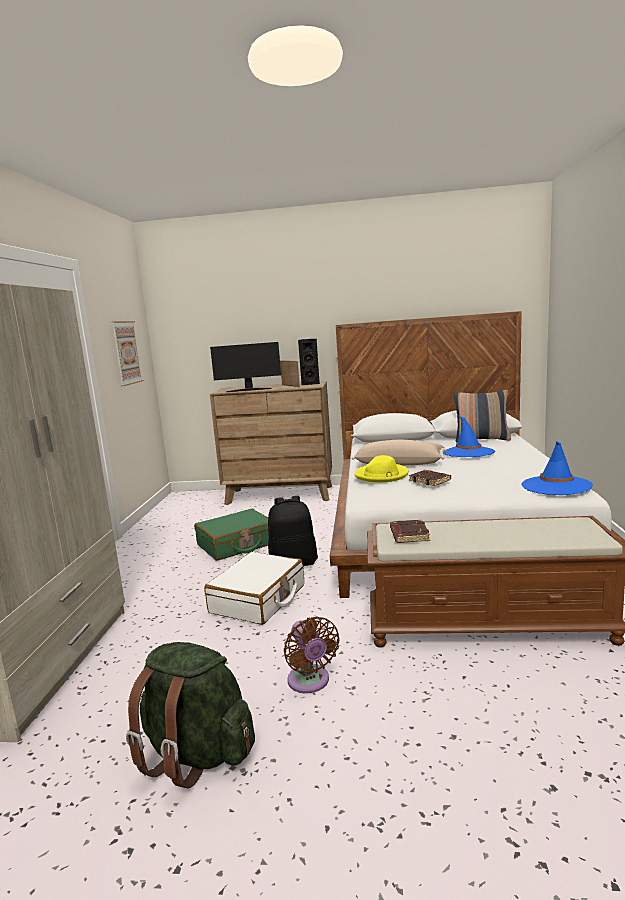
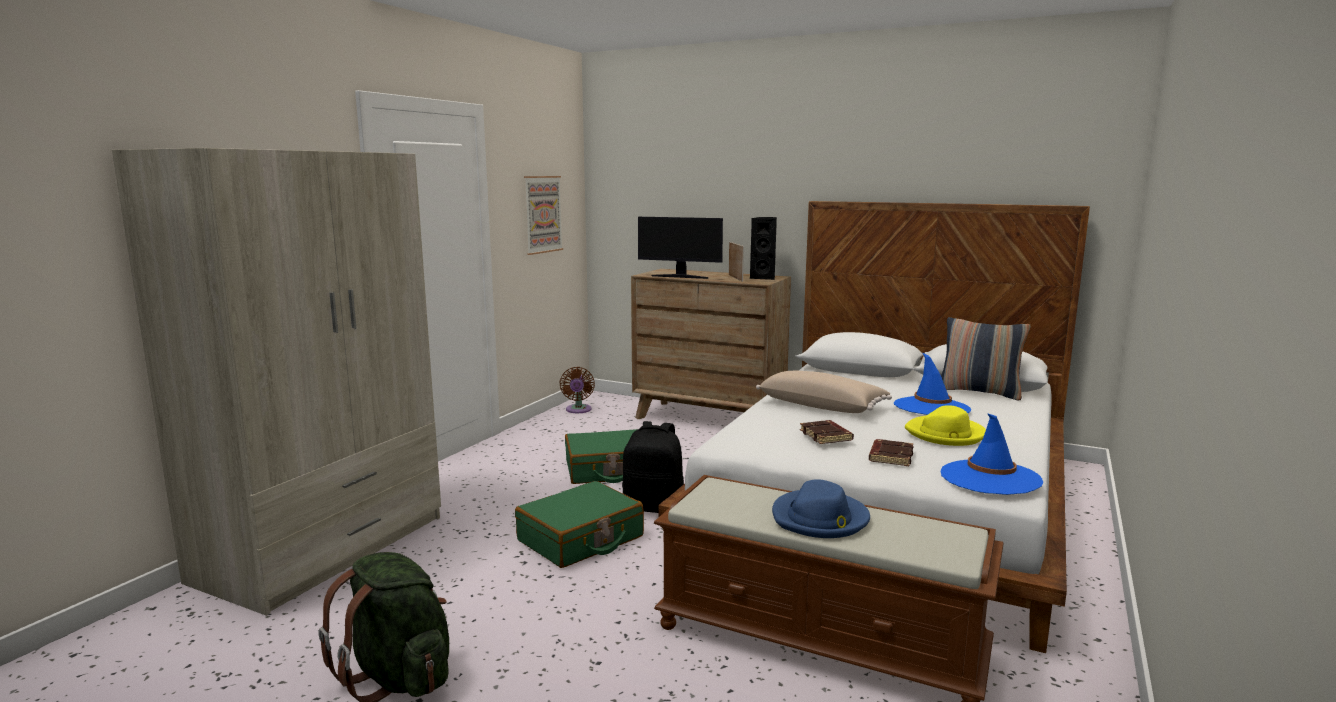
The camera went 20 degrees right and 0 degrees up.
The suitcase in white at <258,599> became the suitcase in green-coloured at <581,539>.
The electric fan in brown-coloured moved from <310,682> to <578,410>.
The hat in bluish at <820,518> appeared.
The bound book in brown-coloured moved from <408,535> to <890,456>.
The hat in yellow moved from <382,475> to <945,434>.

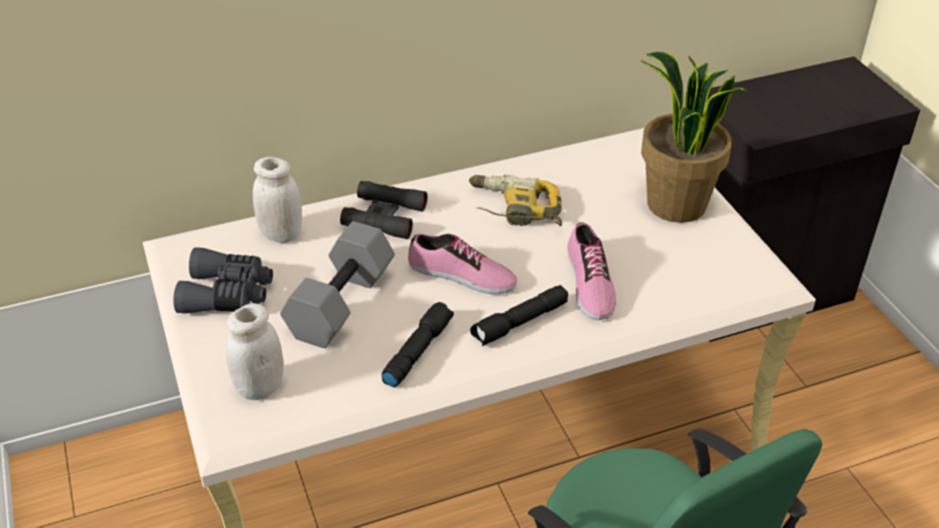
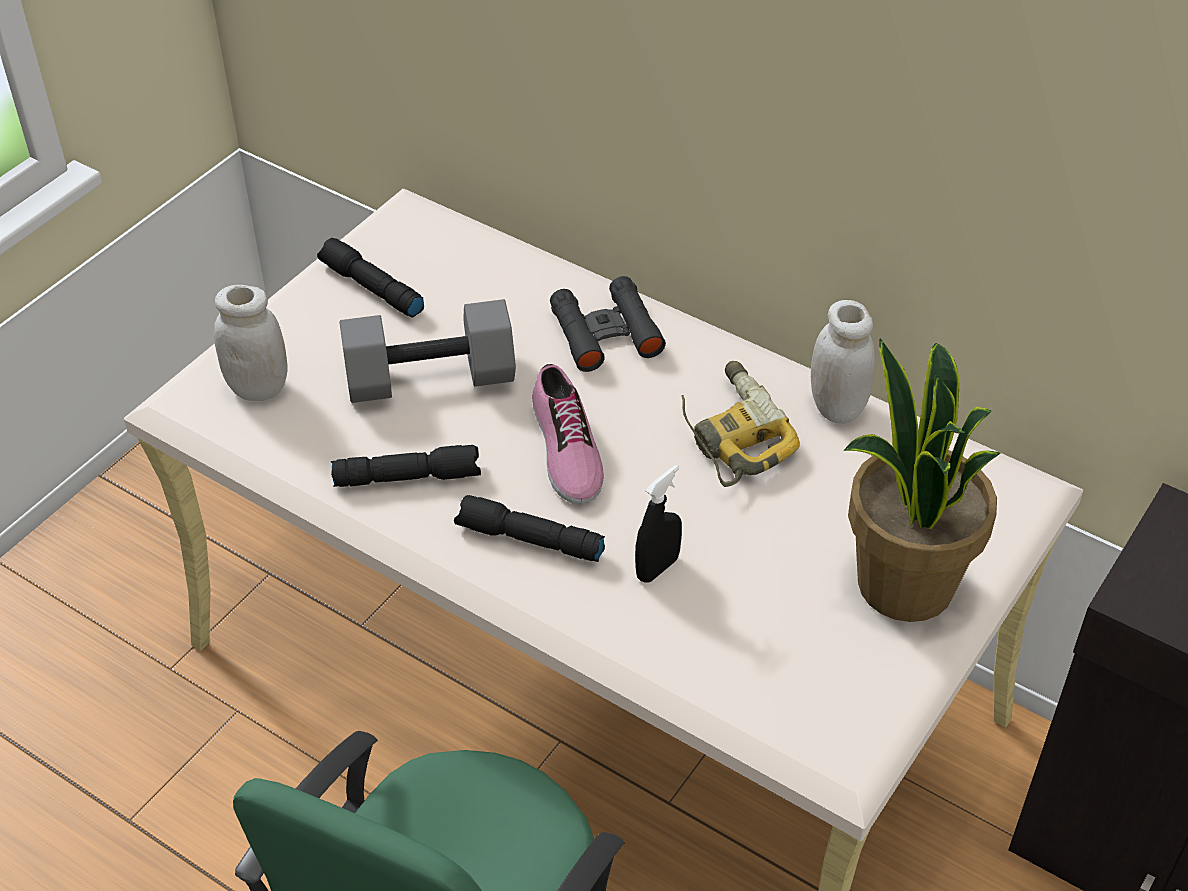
The camera went 55 degrees right and 5 degrees up.
The pair of binoculars in grey at <228,294> was replaced by the flashlight in blackish at <370,288>.
The item of footwear at <588,283> was replaced by the spray bottle in blackish at <657,568>.
The jar in white moved from <281,234> to <837,407>.

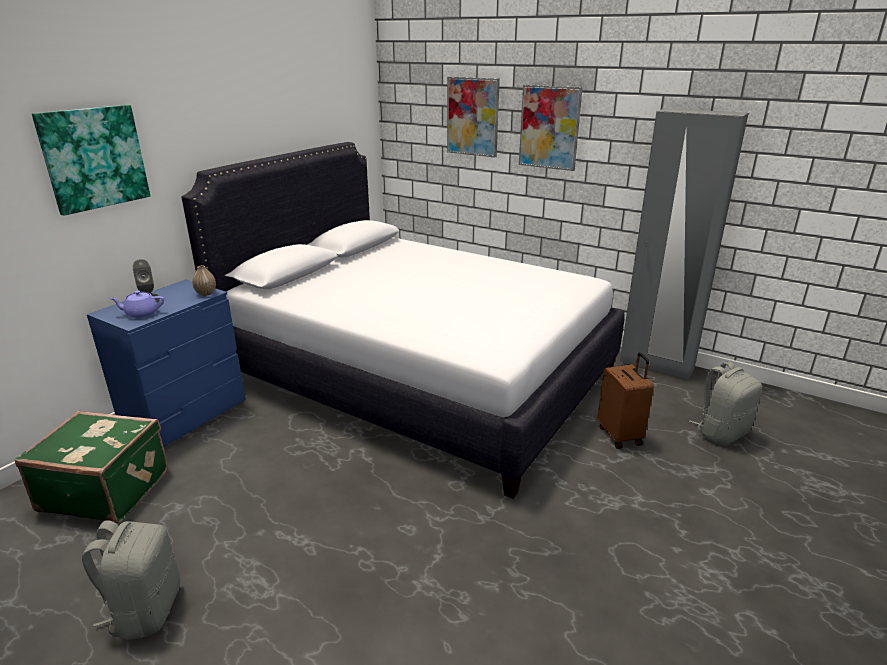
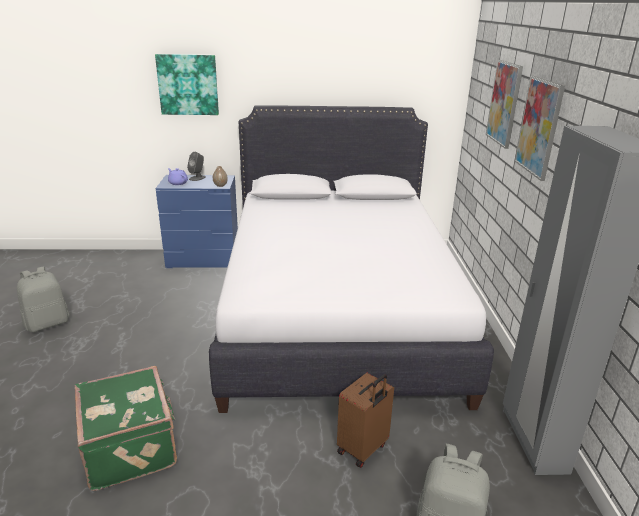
The camera went 55 degrees right and 0 degrees up.
The suitcase in green-coloured moved from <106,489> to <132,447>.

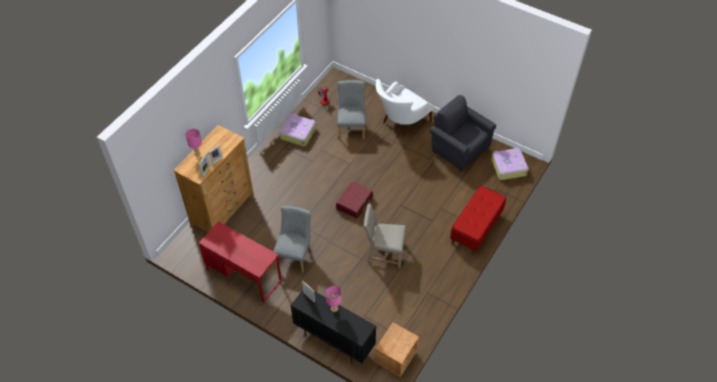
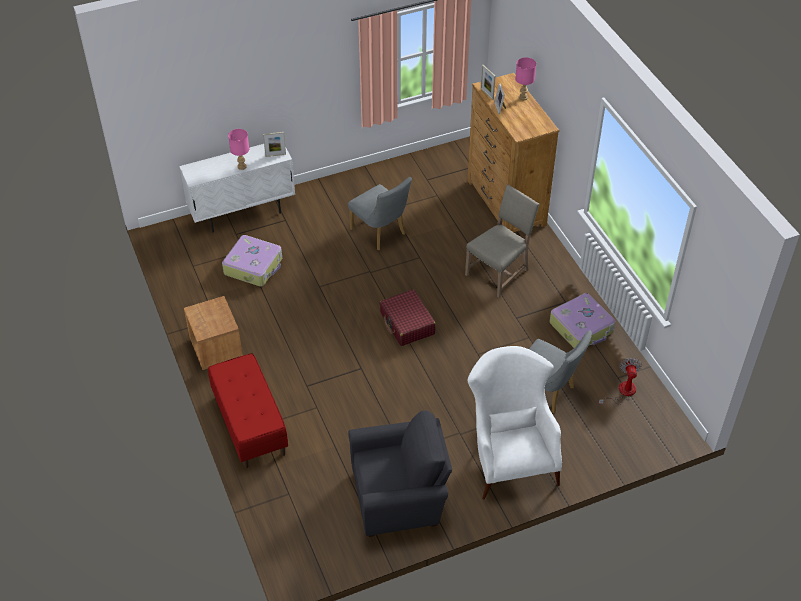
The camera went 125 degrees right and 5 degrees down.
The cabinet in blackish at <334,340> became the cabinet in white at <243,213>.
The nightstand in brown-coloured moved from <395,358> to <216,349>.
The suitcase moved from <508,167> to <254,266>.
The upright chair in beige moved from <384,252> to <499,272>.
The desk in reddish at <244,274> disappeared.

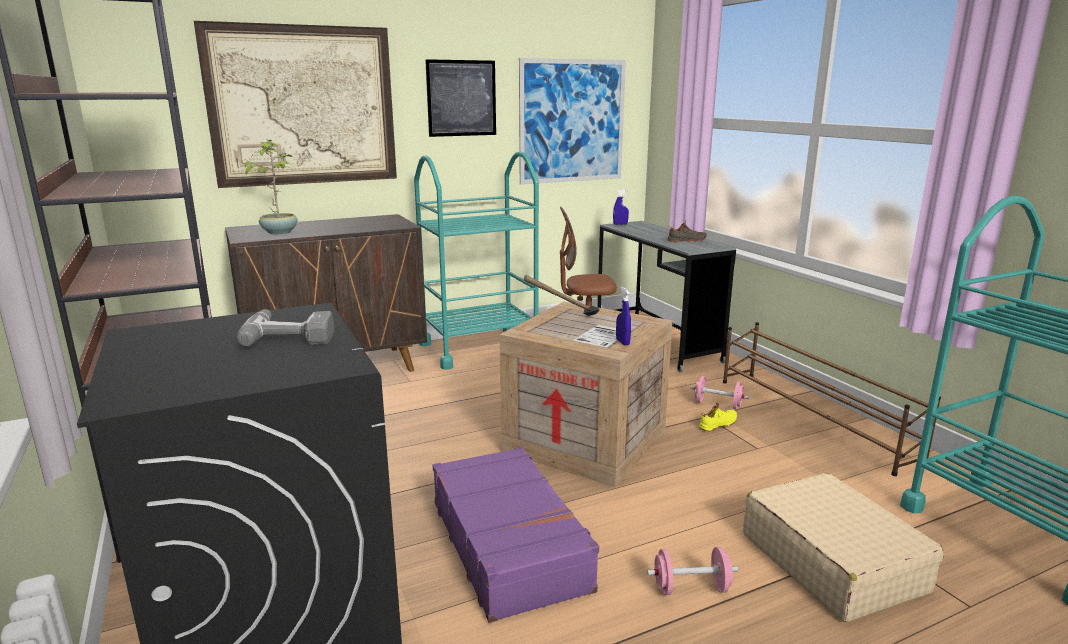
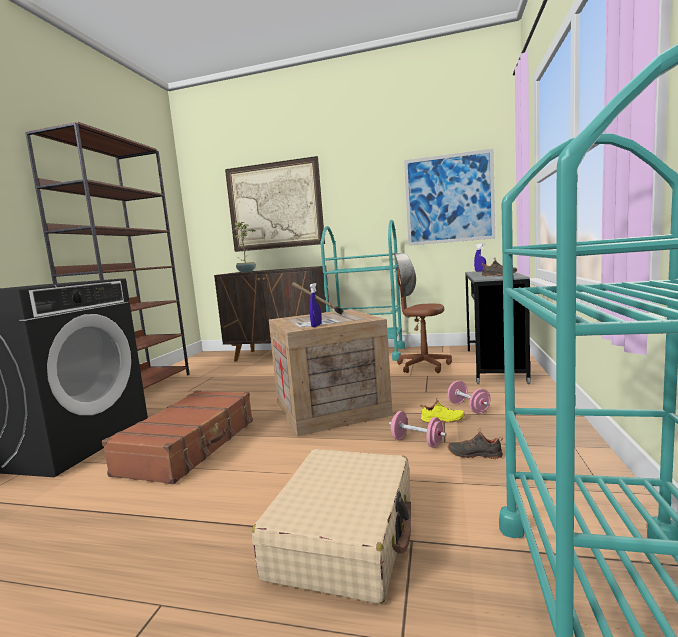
The camera went 40 degrees right and 10 degrees down.
The suitcase in purple-coloured at <509,544> became the suitcase in brown-coloured at <190,446>.
The dumbbell in pink-coloured moved from <691,588> to <417,442>.
The item of footwear in blackish at <474,454> appeared.
The drill at <291,335> disappeared.
The wall picture at <461,98> disappeared.
The shoe stand in brown-coloured at <812,419> disappeared.

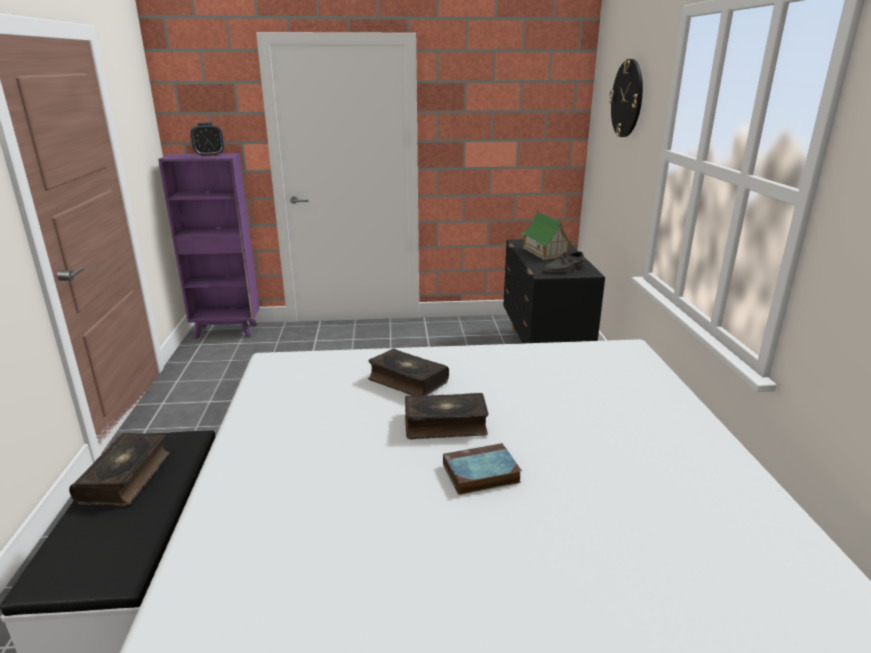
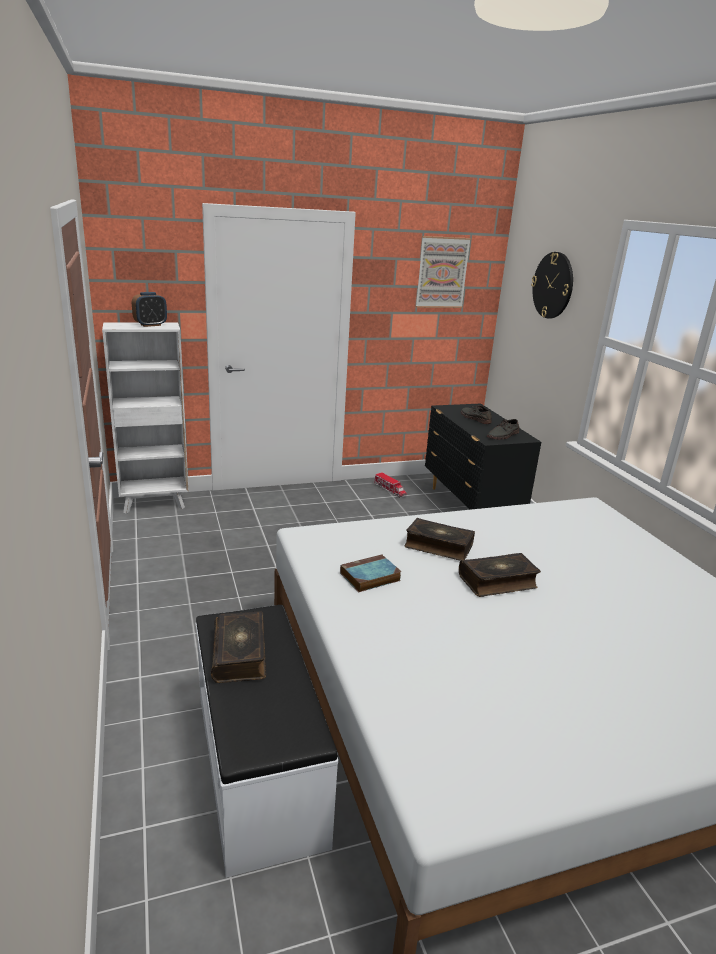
The camera went 15 degrees left and 0 degrees up.
The shelving unit in purple-coloured at <227,331> became the shelving unit in white at <155,503>.
The bound book moved from <479,474> to <369,577>.
The toy truck at <390,490> appeared.
The wall picture at <442,272> appeared.
The model house at <545,252> was replaced by the item of footwear in grey at <475,418>.

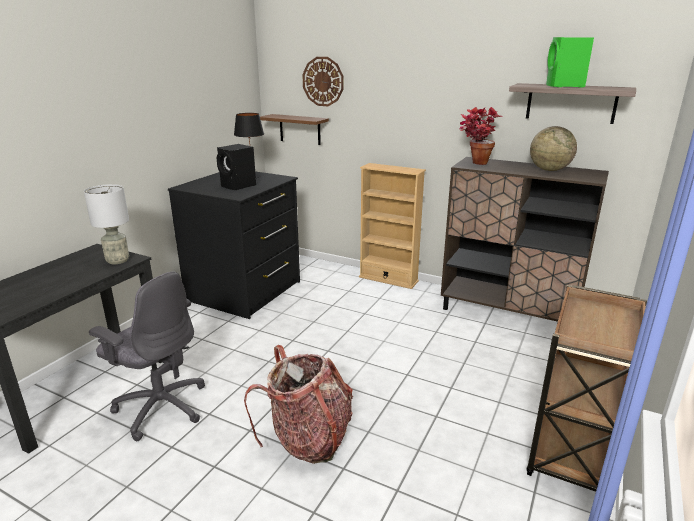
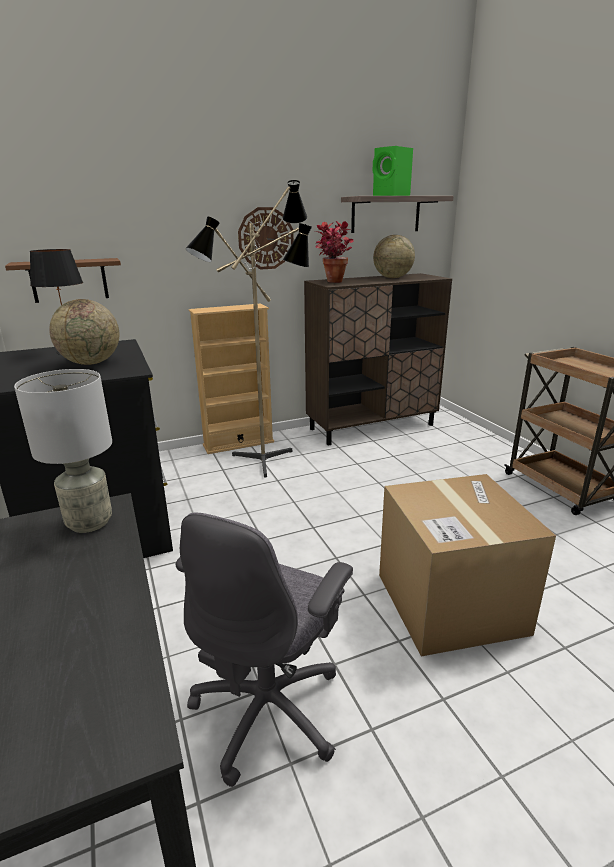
The camera went 50 degrees left and 0 degrees up.
The audio speaker in blackish at <239,186> was replaced by the world globe at <91,363>.
The computer chair in grey at <161,406> turned 135 degrees clockwise.
The floor lamp at <268,463> appeared.
The hanging clock moved from <323,81> to <266,238>.
The knapsack at <308,439> was replaced by the cardboard box at <450,603>.

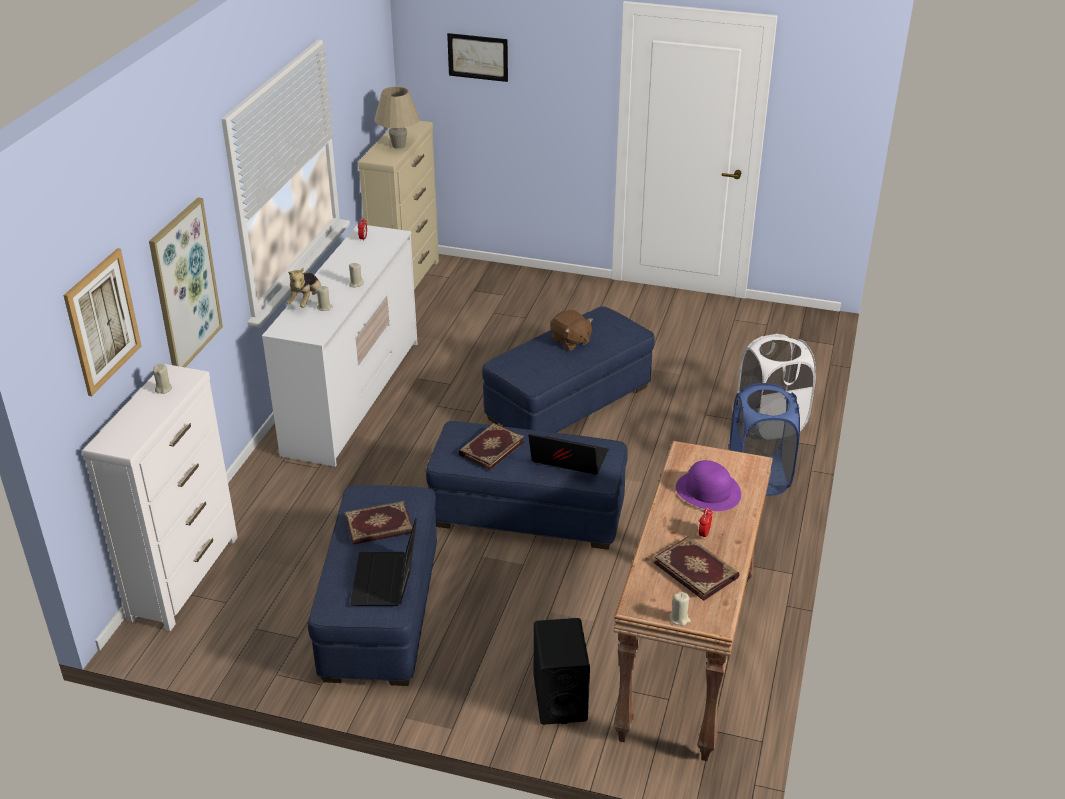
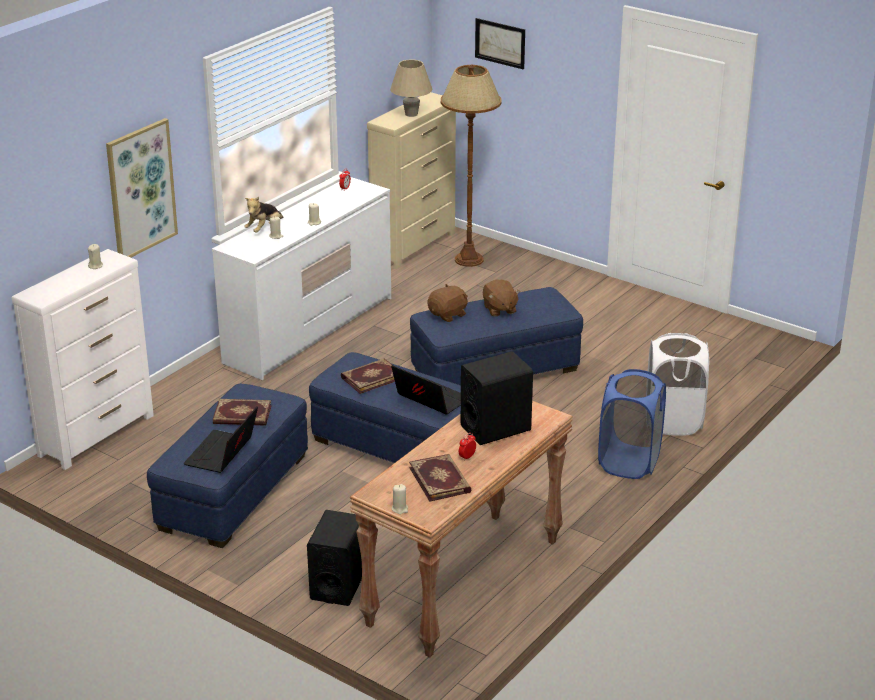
The camera went 20 degrees right and 5 degrees down.
The soft toy in brown-coloured at <448,315> appeared.
The floor lamp in brown-coloured at <469,260> appeared.
The hat in purple-coloured at <708,491> was replaced by the audio speaker in blackish at <496,428>.
The wall picture at <102,321> disappeared.

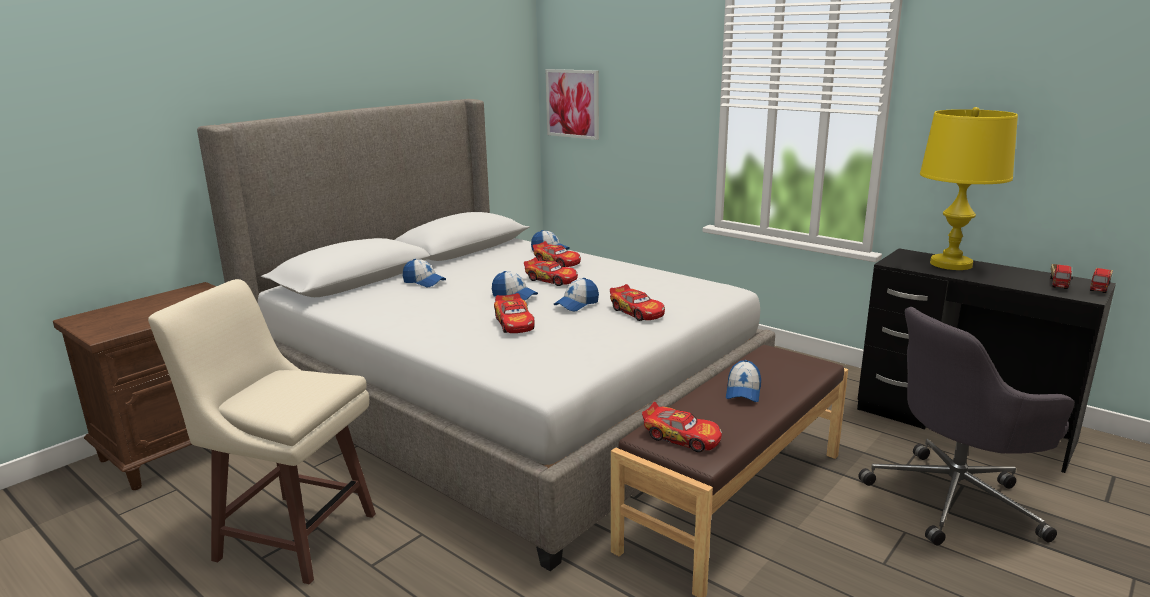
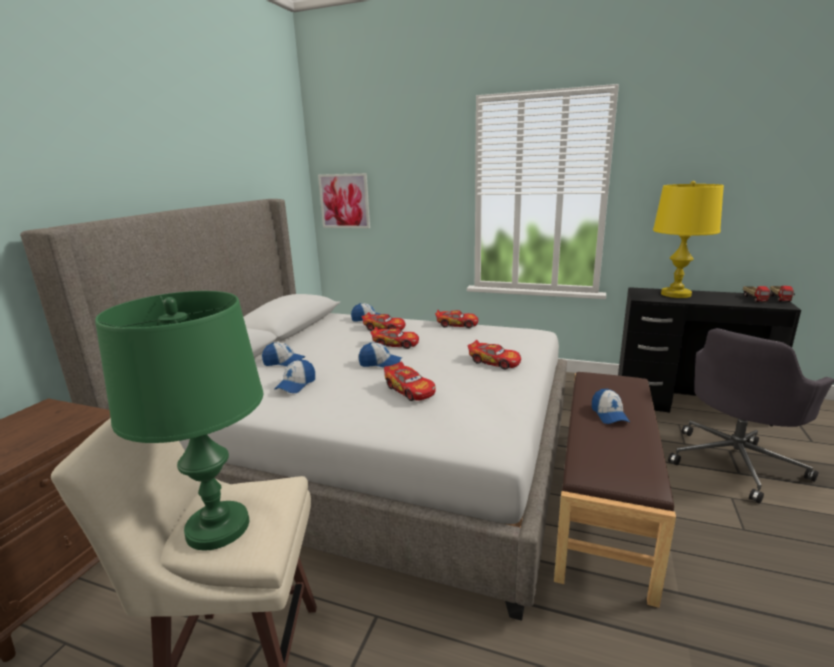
The camera went 20 degrees left and 0 degrees up.
The lamp for a table in green-coloured at <217,528> appeared.
The peaked cap moved from <576,304> to <296,385>.
The model car moved from <681,437> to <456,324>.

